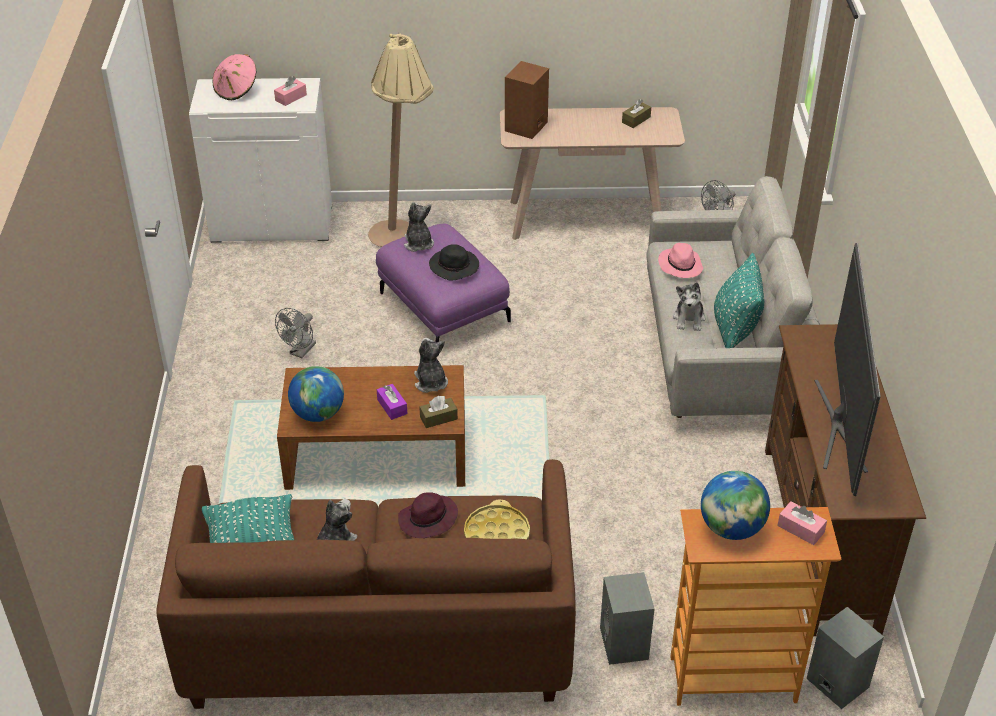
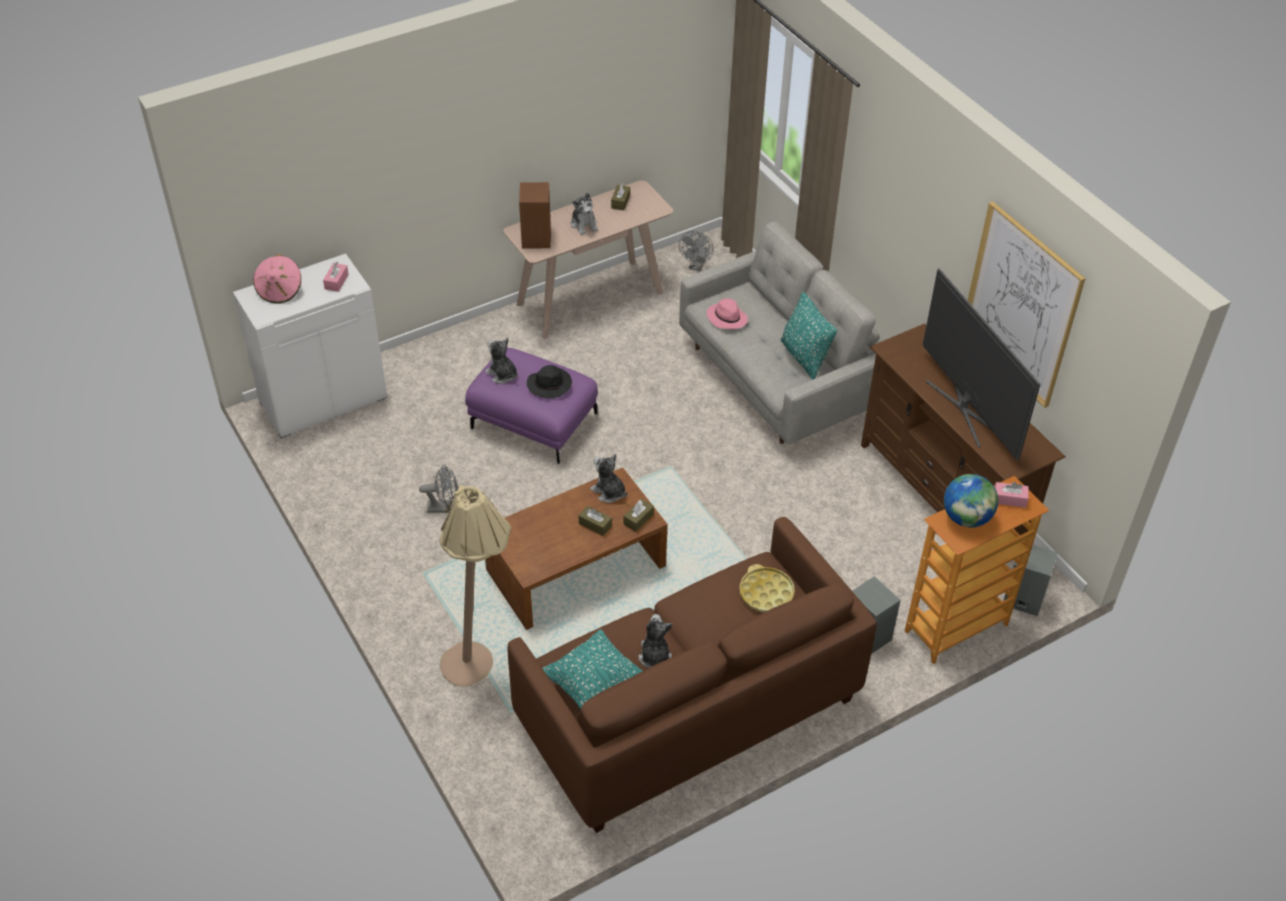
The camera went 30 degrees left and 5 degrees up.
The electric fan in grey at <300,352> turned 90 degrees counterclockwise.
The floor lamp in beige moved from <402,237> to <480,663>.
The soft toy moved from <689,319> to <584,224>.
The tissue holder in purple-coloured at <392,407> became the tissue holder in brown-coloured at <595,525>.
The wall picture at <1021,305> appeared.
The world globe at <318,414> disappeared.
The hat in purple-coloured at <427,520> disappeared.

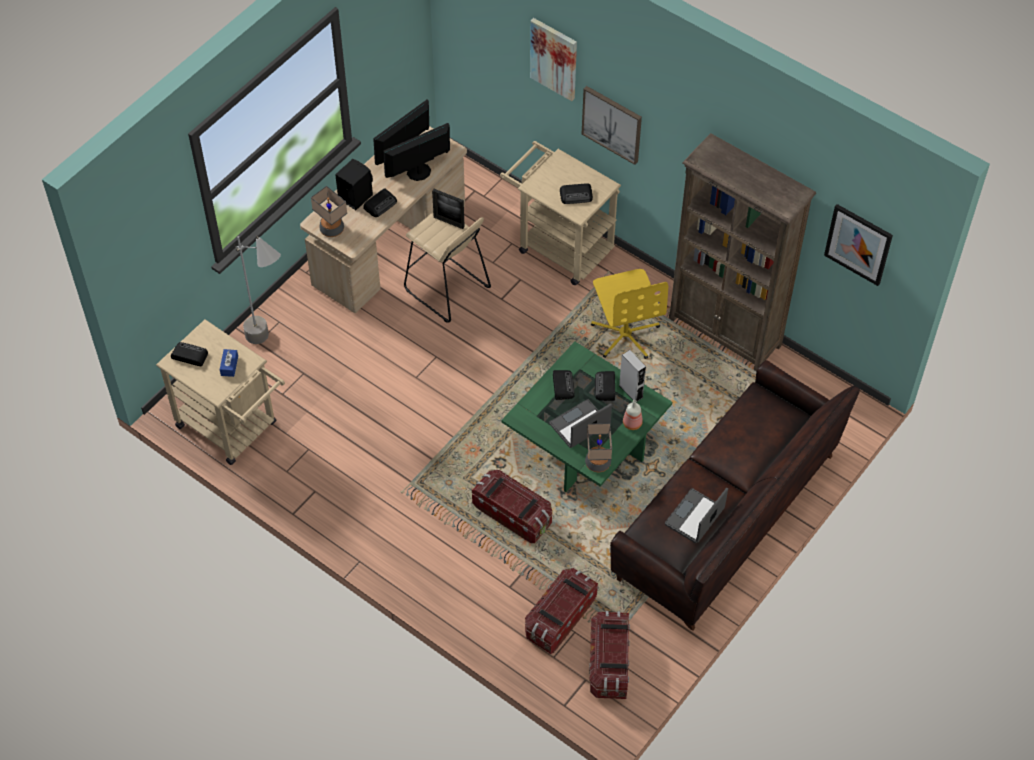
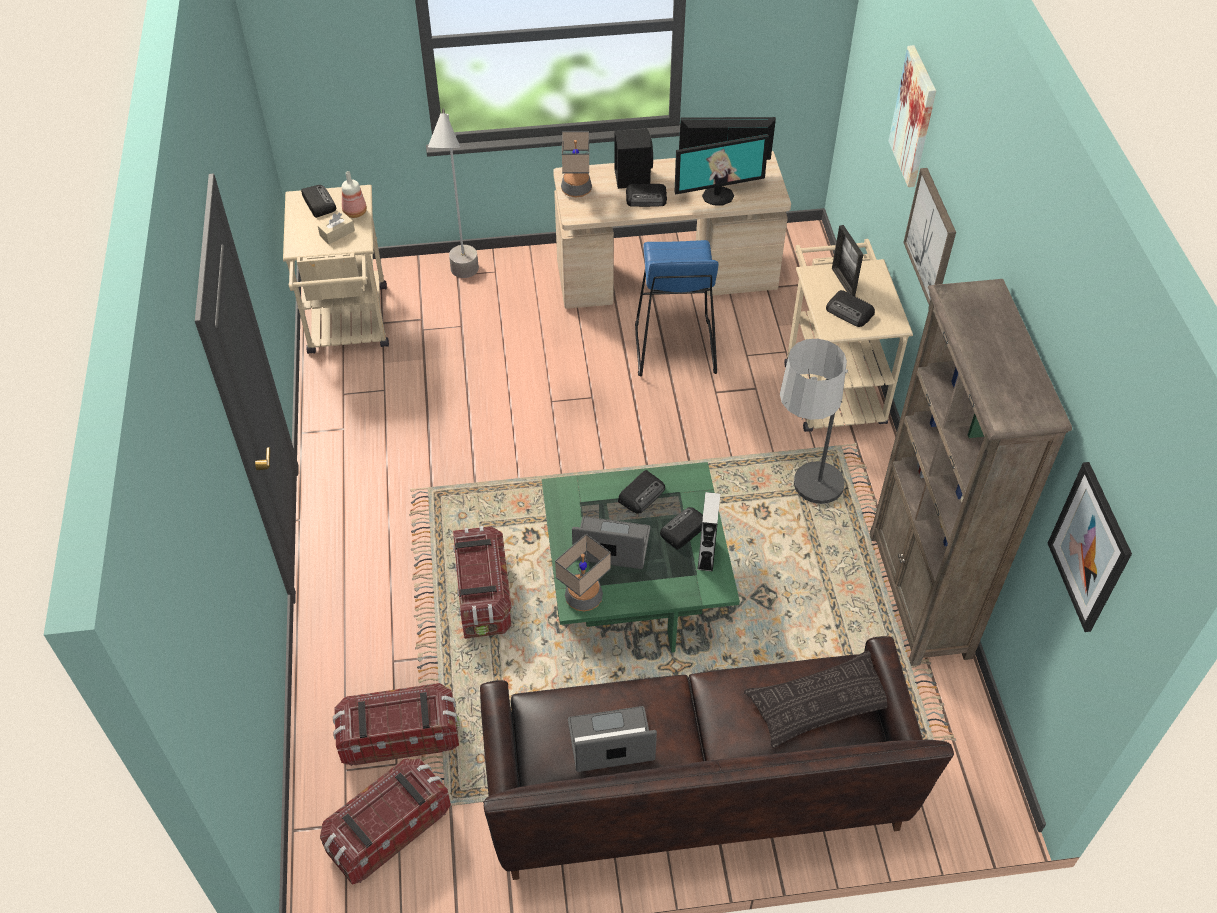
The camera went 45 degrees right and 5 degrees down.
The tissue holder in bluish at <229,366> became the tissue holder in beige at <337,233>.
The beverage bottle moved from <632,424> to <355,213>.
The sitting stool in beige at <447,289> became the sitting stool in bluish at <674,348>.
The computer display at <419,172> turned 150 degrees clockwise.
The cushion at <819,704> appeared.
The computer chair in yellow at <625,334> was replaced by the floor lamp at <804,515>.
The standing frame moved from <449,222> to <843,282>.

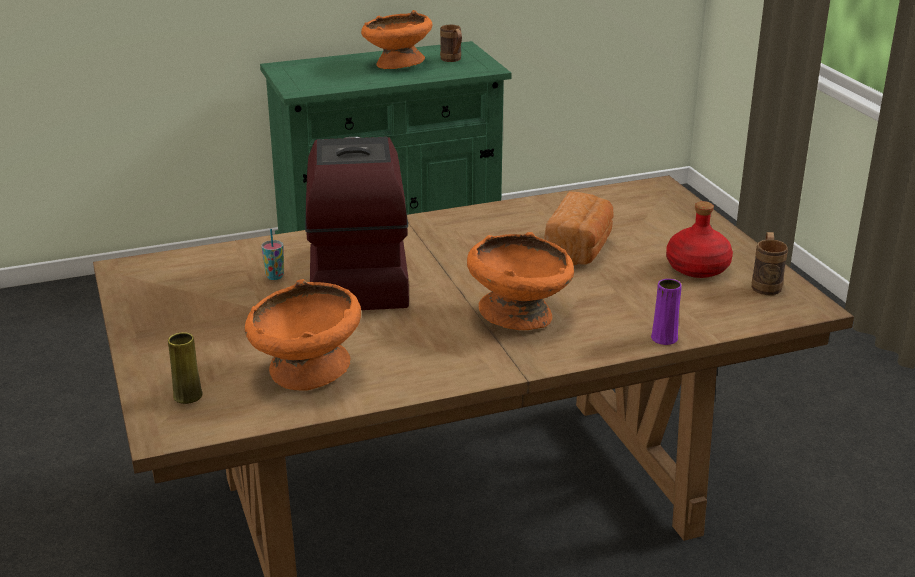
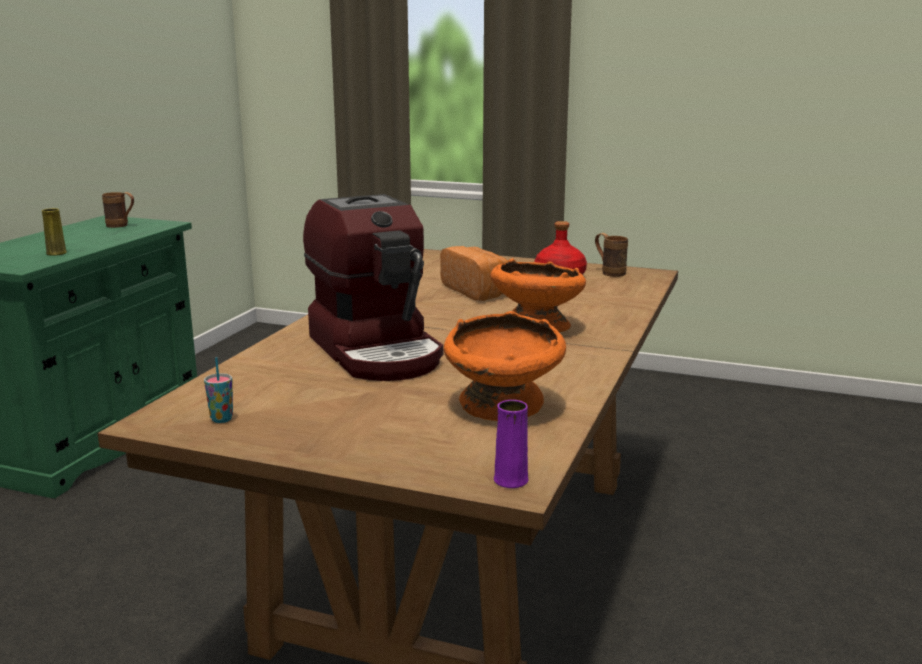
The camera went 50 degrees left and 10 degrees down.
The decorative vase in yellow moved from <188,396> to <56,253>.
The drinking cup moved from <275,276> to <221,419>.
The coffee brewer at <356,277> turned 150 degrees counterclockwise.
The decorative vase in purple-coloured moved from <664,338> to <511,480>.
The deep dish in orangey at <397,65> disappeared.

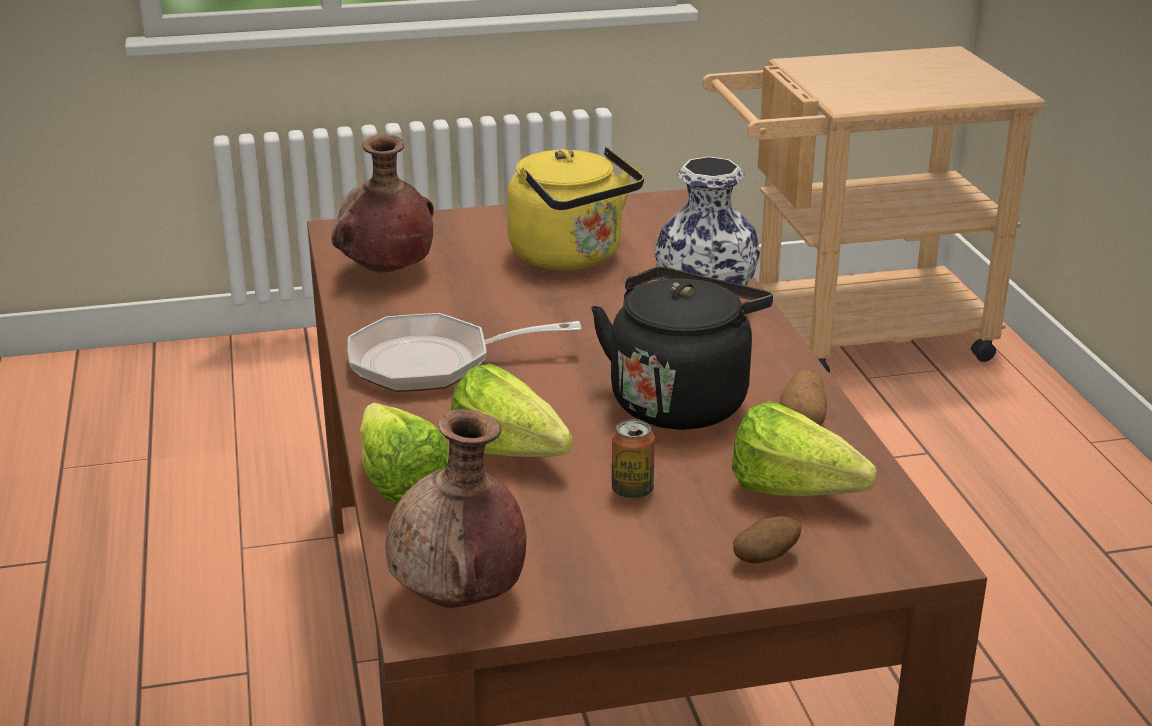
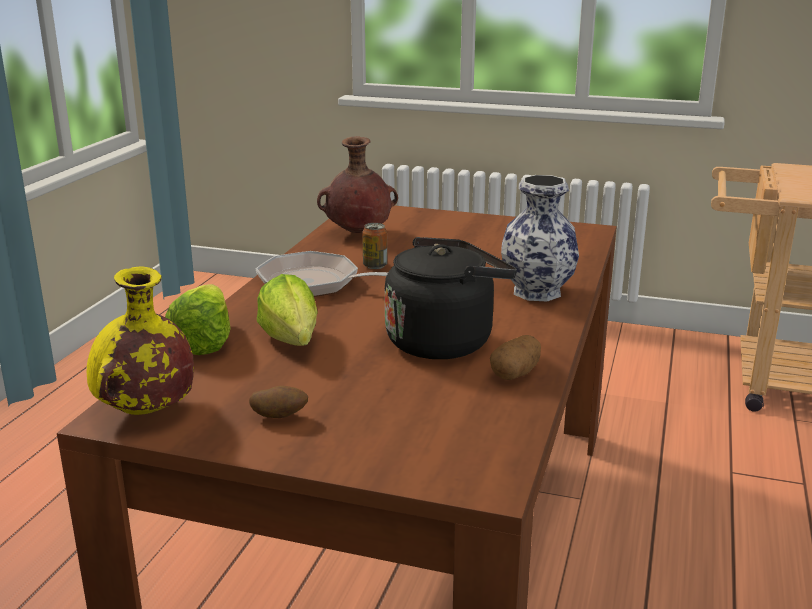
The camera went 30 degrees right and 5 degrees down.
The decorative vase in brown-coloured at <459,600> became the decorative vase in yellow at <145,412>.
The whole potato moved from <765,558> to <280,417>.
The metal can moved from <632,490> to <375,266>.
The tea kettle in yellow at <571,257> disappeared.
The lettuce at <802,496> disappeared.

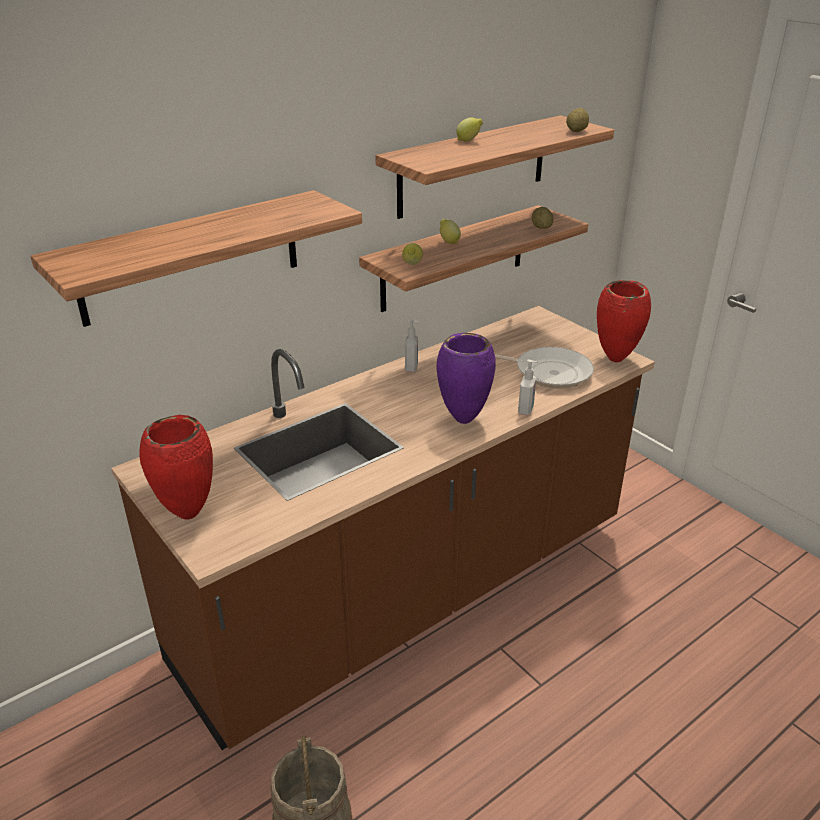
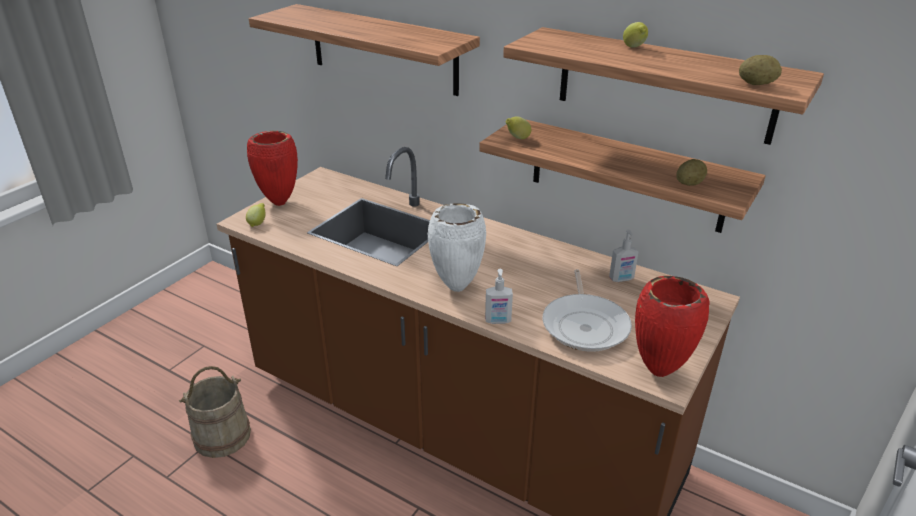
The camera went 70 degrees right and 0 degrees up.
The citrus fruit moved from <448,241> to <258,223>.
The decorative vase in purple-coloured at <462,420> became the decorative vase in white at <456,287>.
The liquid soap bottle moved from <412,367> to <621,279>.

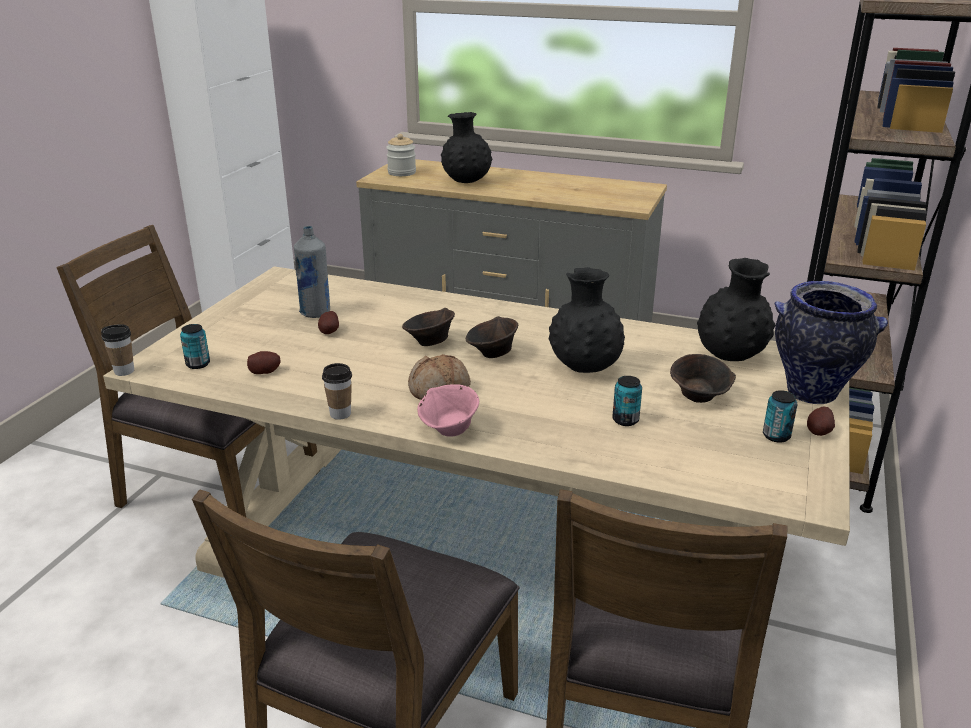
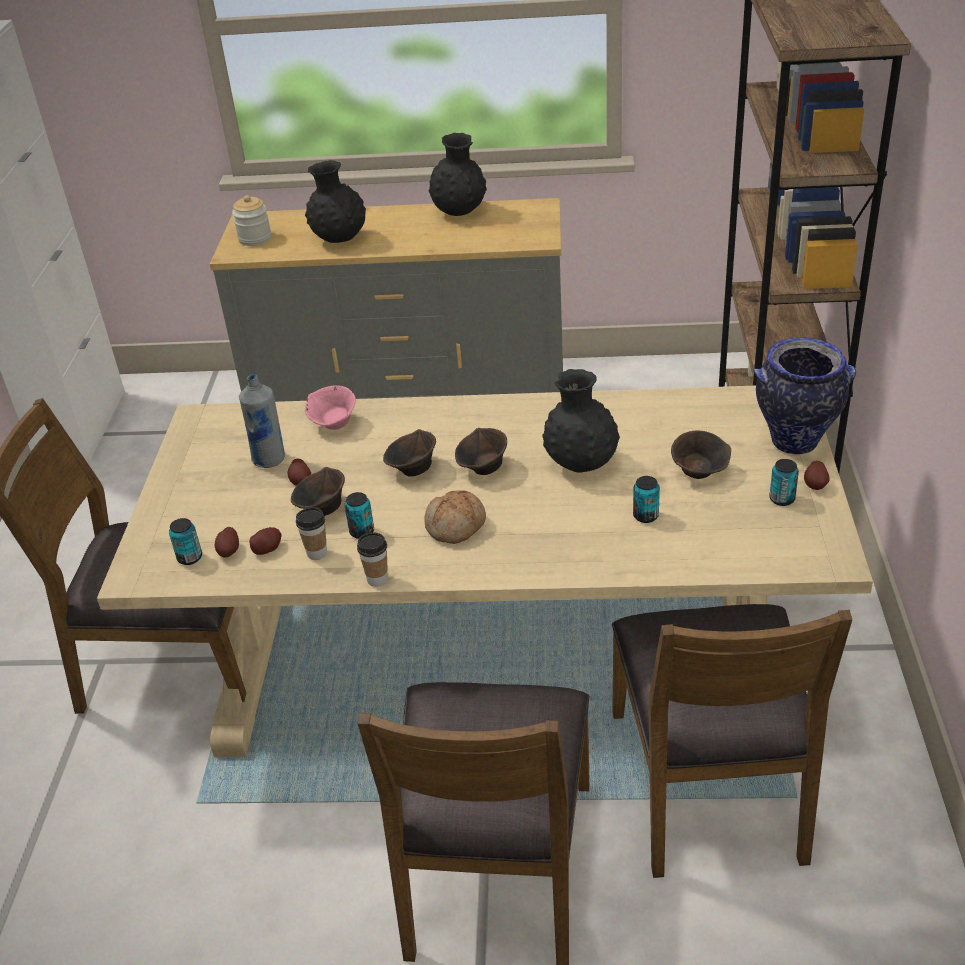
The camera went 15 degrees left and 10 degrees up.
The whole potato at <229,551> appeared.
The deep dish in brown-coloured at <322,509> appeared.
The drinking cup moved from <124,371> to <317,553>.
The deep dish in pink-coloured moved from <449,430> to <334,424>.
The metal can at <362,532> appeared.
The decorative vase in blackish moved from <730,357> to <459,212>.

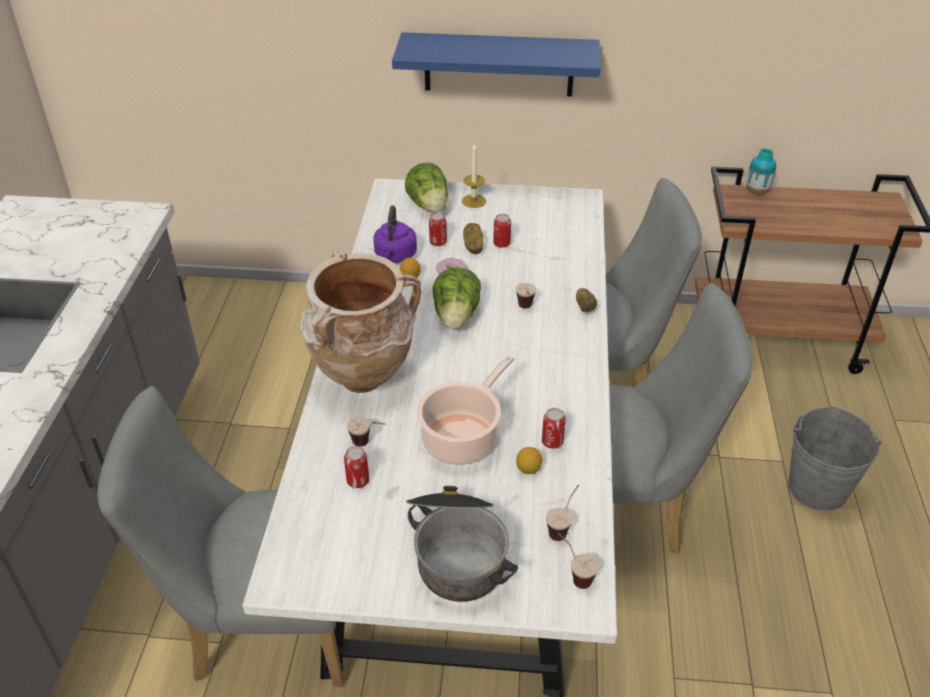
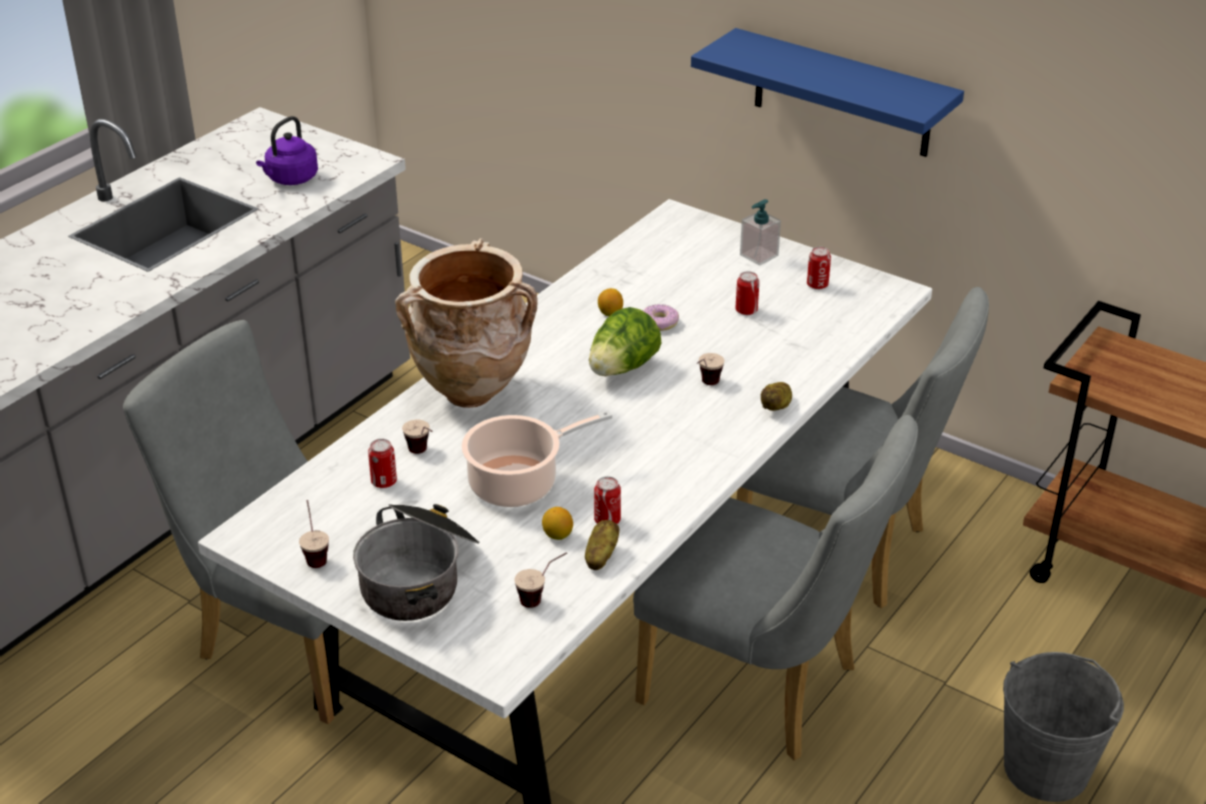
The camera went 30 degrees right and 5 degrees down.
The tea kettle in purple-coloured moved from <395,256> to <290,179>.
The drinking cup moved from <573,575> to <315,554>.
The whole potato moved from <473,246> to <600,556>.
The candle at <474,201> was replaced by the liquid soap bottle at <758,255>.
The metal can moved from <438,242> to <817,285>.
The lettuce at <429,206> disappeared.
The decorative vase at <757,192> disappeared.

